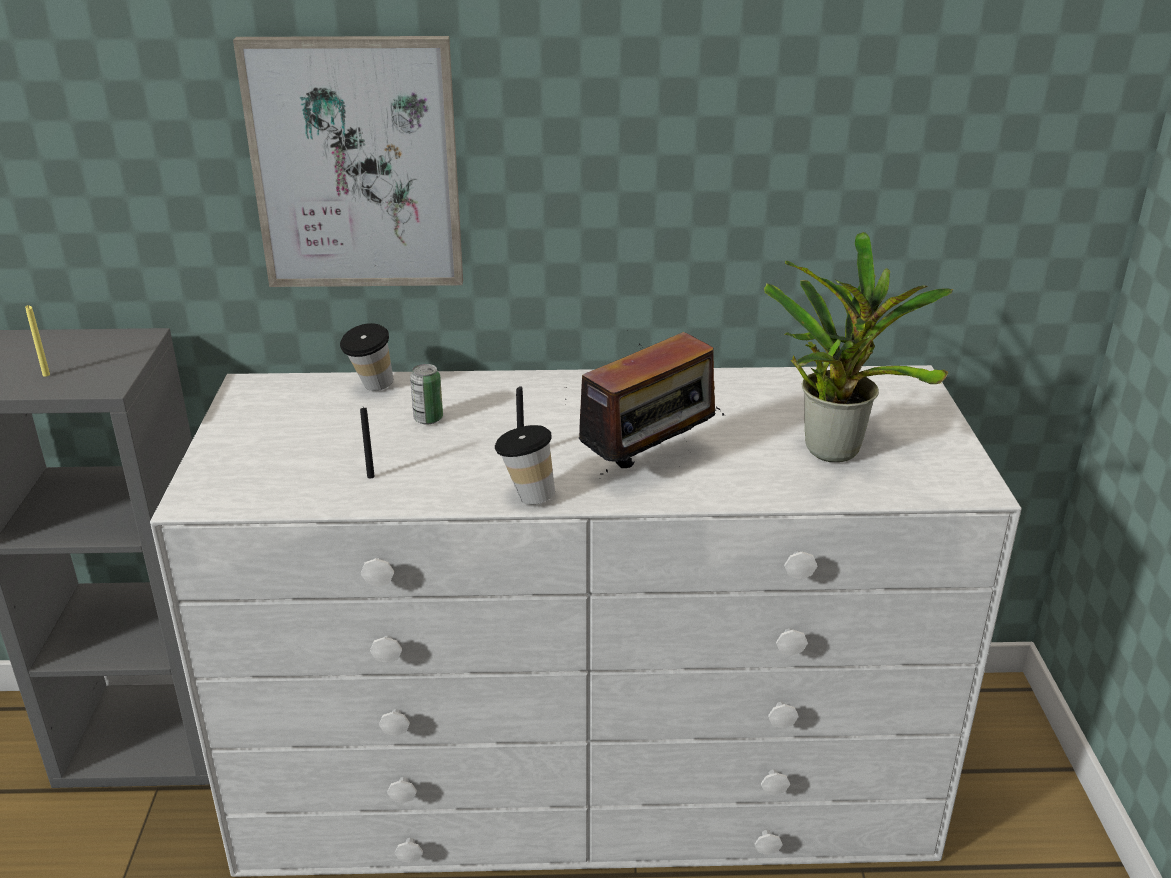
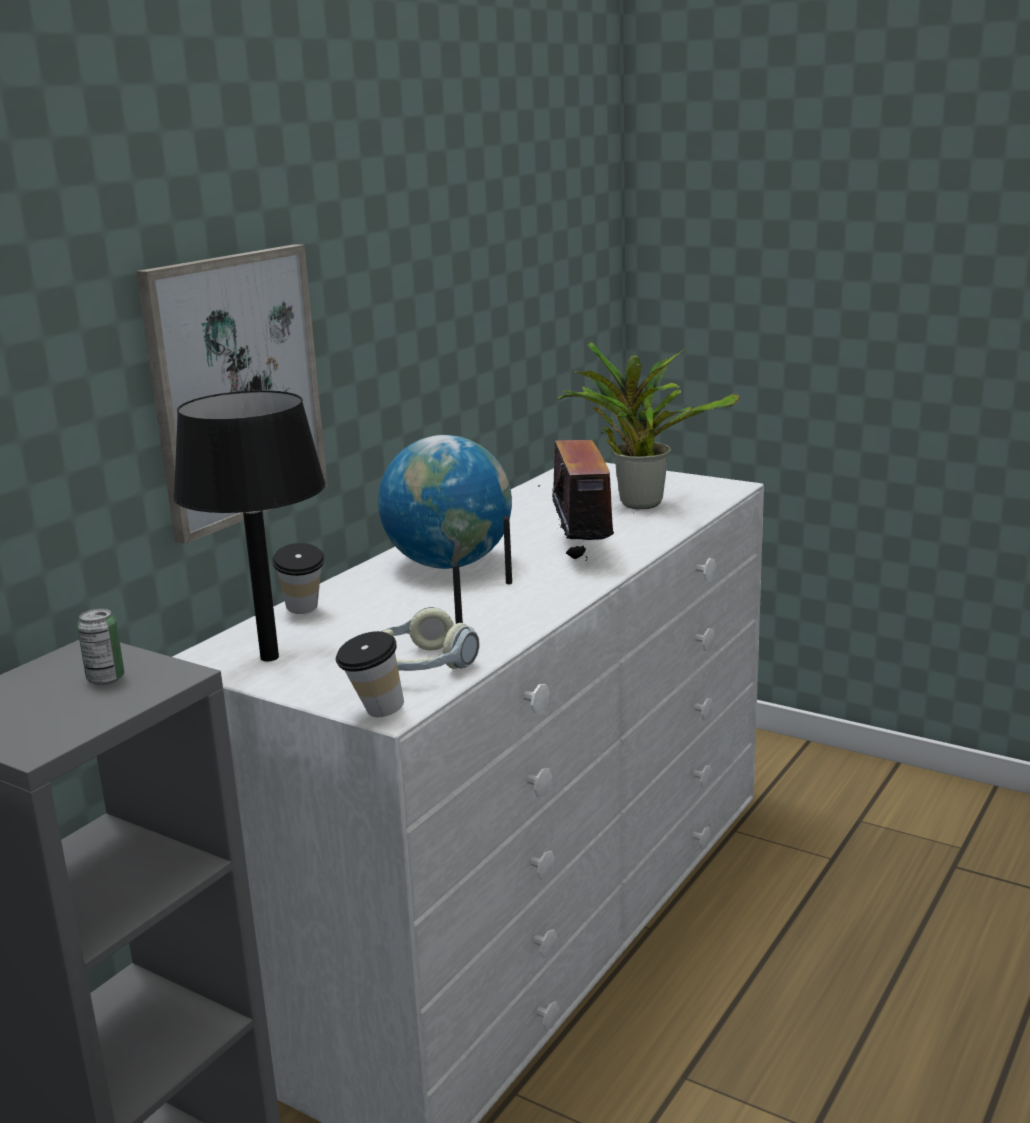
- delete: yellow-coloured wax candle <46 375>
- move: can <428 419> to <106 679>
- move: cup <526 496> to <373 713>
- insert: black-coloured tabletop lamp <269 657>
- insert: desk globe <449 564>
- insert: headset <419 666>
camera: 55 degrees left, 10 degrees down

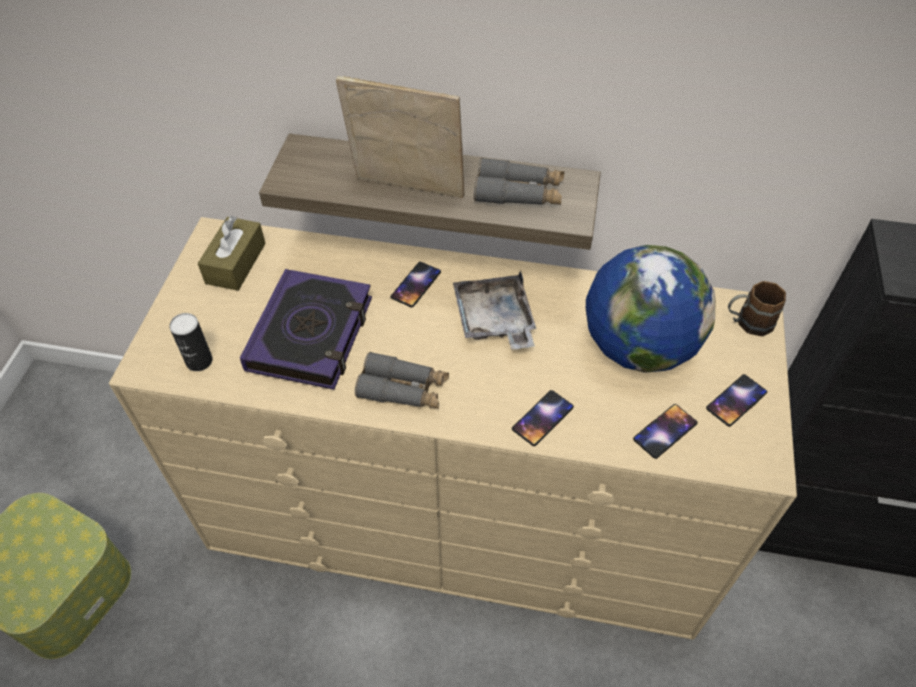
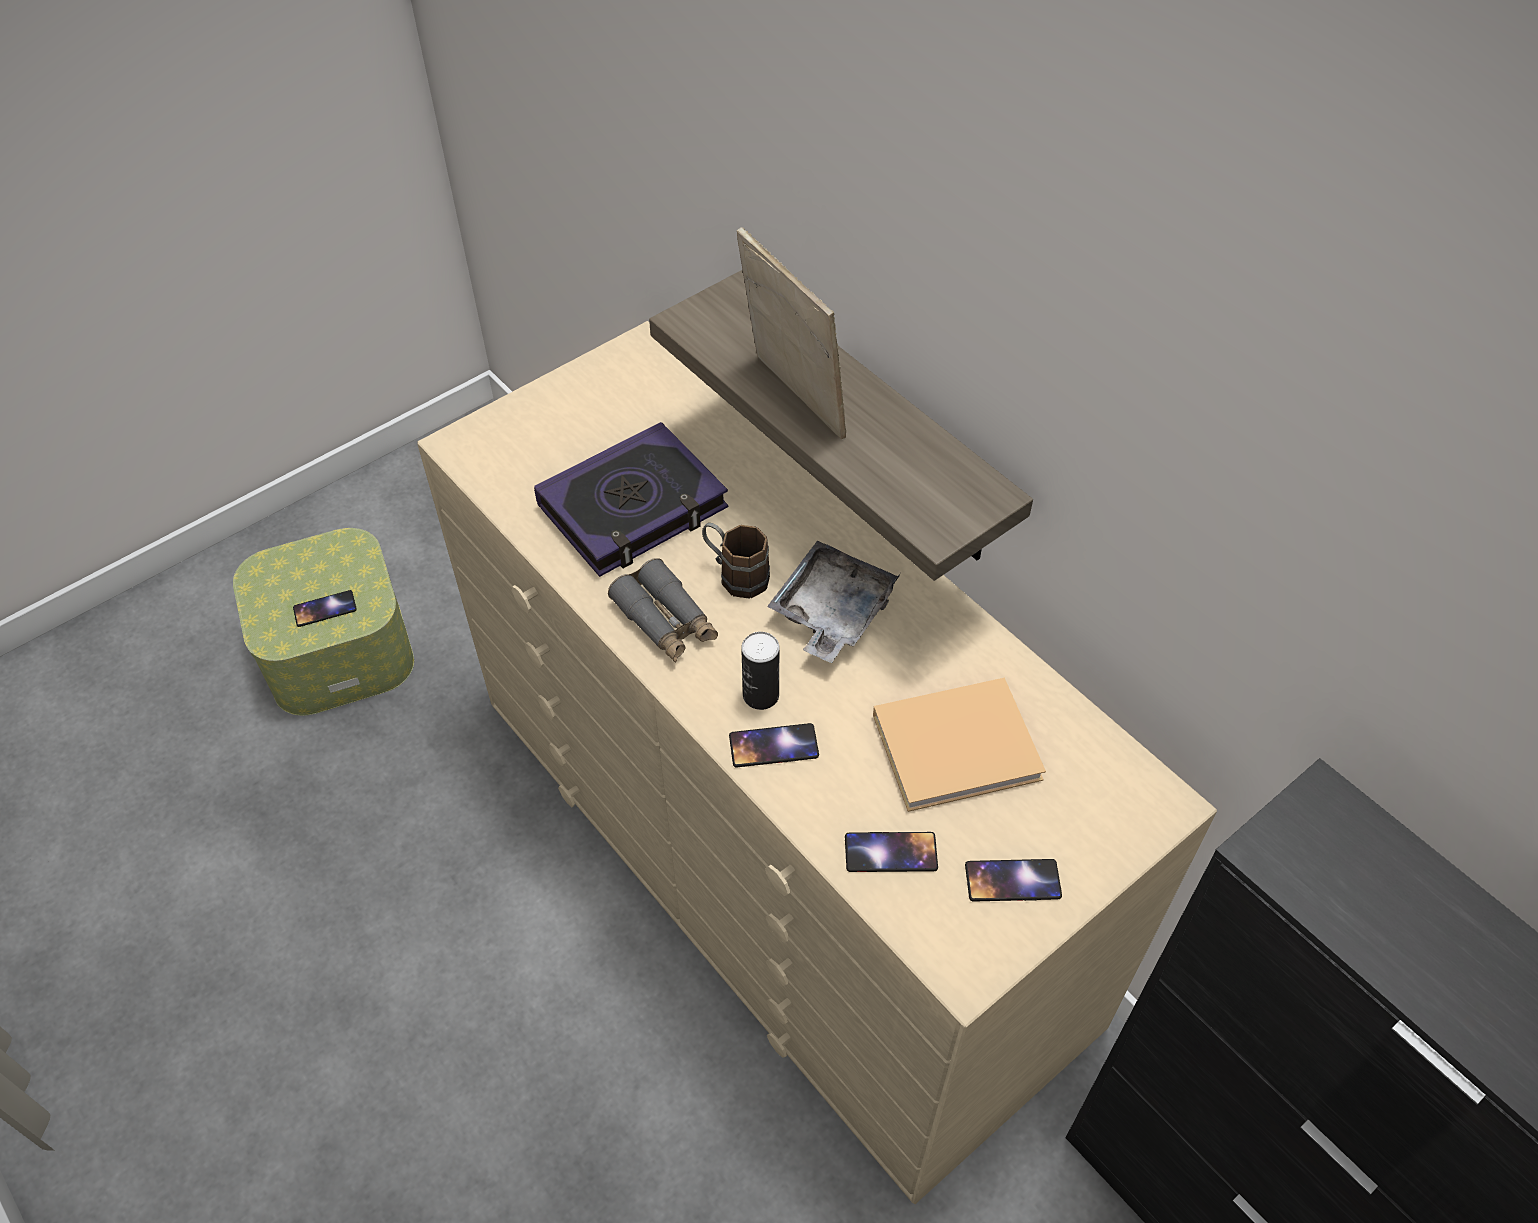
- delete: gray pair of binoculars <519 193>
- delete: brown-coloured tissue box <236 263>
- replace: desk globe <637 347> to beige bound book <961 746>
- move: phone <416 285> to <325 609>
- move: brown-coloured mug <747 323> to <735 574>
- move: can <199 361> to <761 695>
camera: 40 degrees right, 0 degrees up

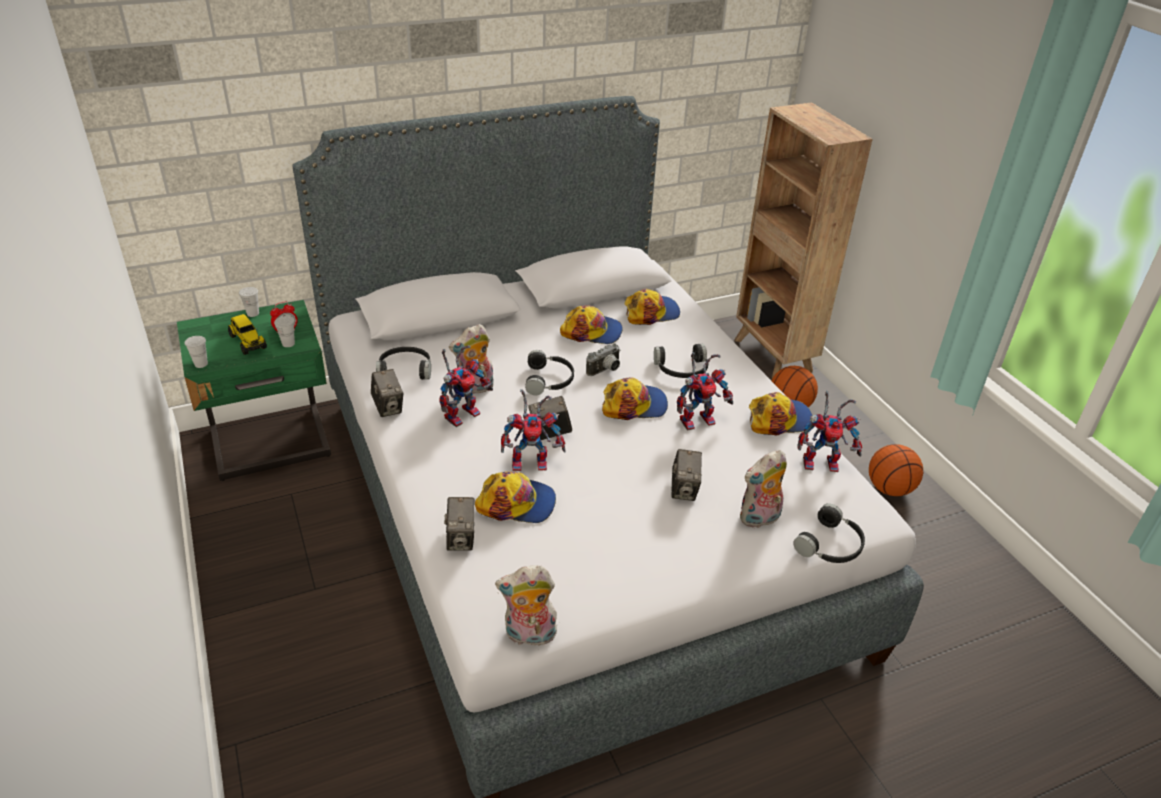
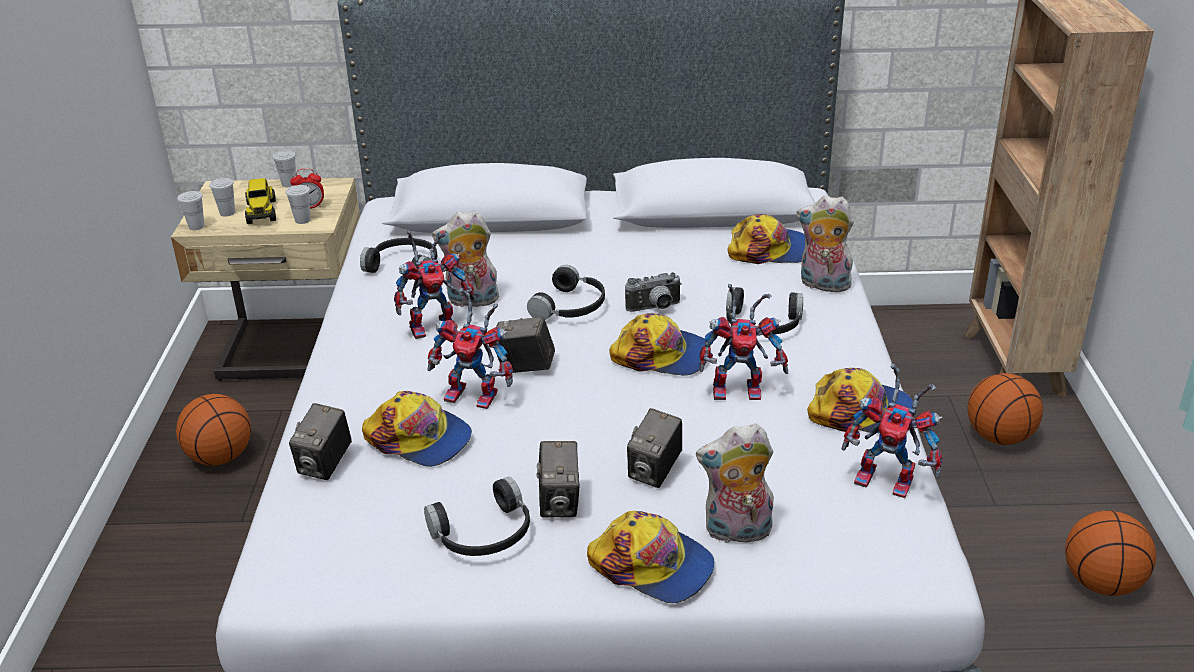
- recolor: green night table <272 445> to beige night table <294 354>
- move: cap <592 332> to <652 566>
- move: photo camera <388 407> to <559 503>
- move: black-coloured headset <831 546> to <484 535>
- move: cuddly toy <529 636> to <822 285>
- insert: white-coloured cup <227 213>
- insert: basketball <221 457>
camera: 25 degrees right, 5 degrees down

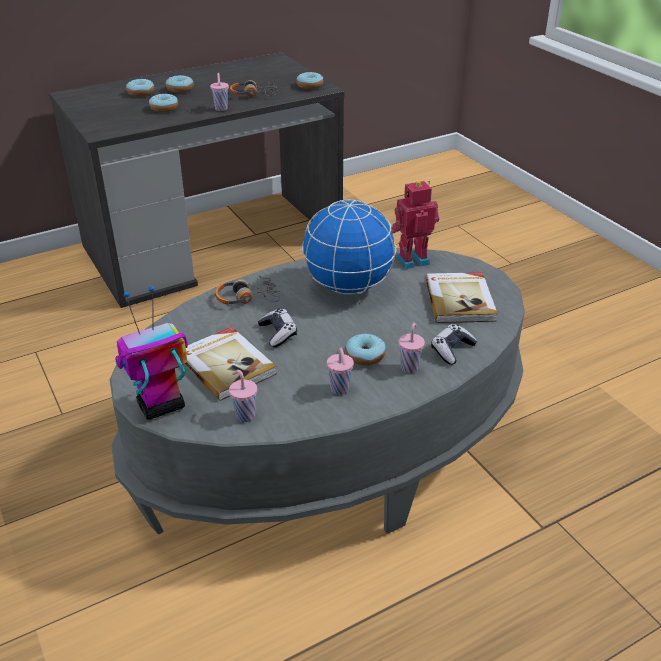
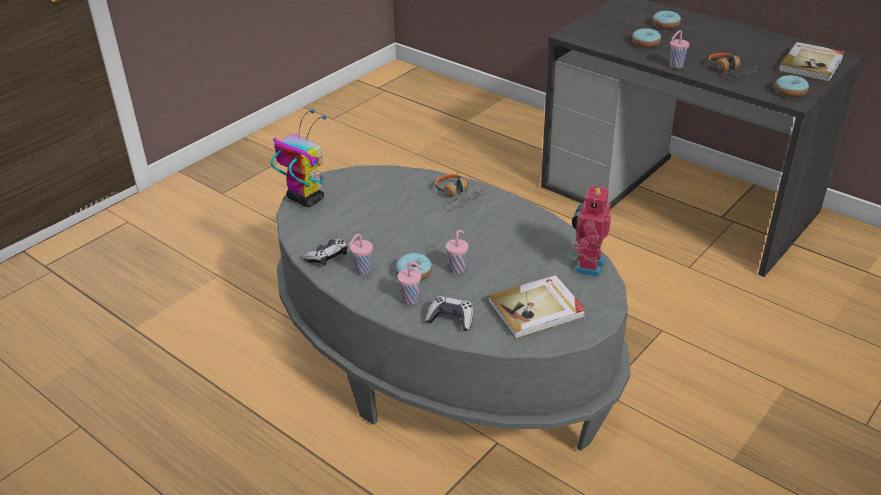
- delete: donut <180 89>
- rotate: robot figure <411 259> = <587 265> 120 degrees counterclockwise
- delete: desk globe <349 287>
- move: joypad <278 333> to <327 257>
- move: bound book <227 365> to <812 64>
- move: pink-coloured cup <244 415> to <457 269>
camera: 70 degrees right, 0 degrees up

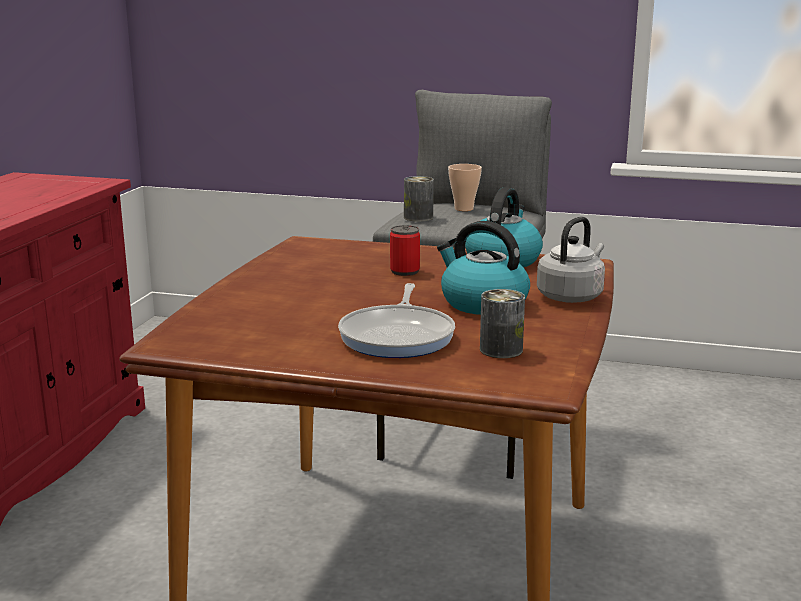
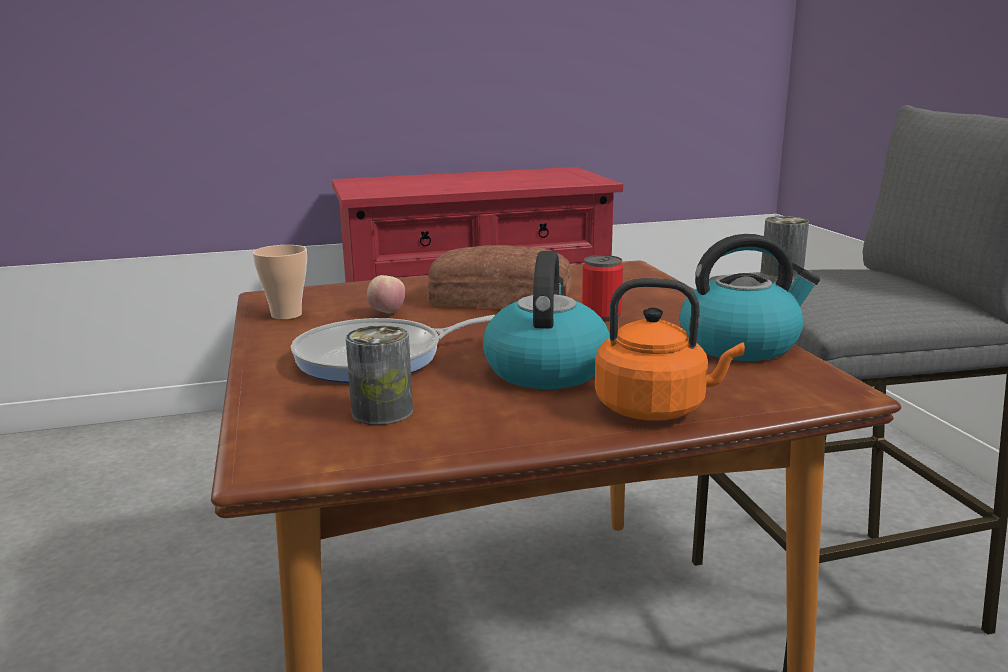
- move: cup <464 209> to <286 315>
- recolor: gray tea kettle <571 296> to orange-coloured tea kettle <656 409>
- insert: baked bread <499 298>
- insert: whole apple <387 313>
camera: 60 degrees right, 0 degrees up

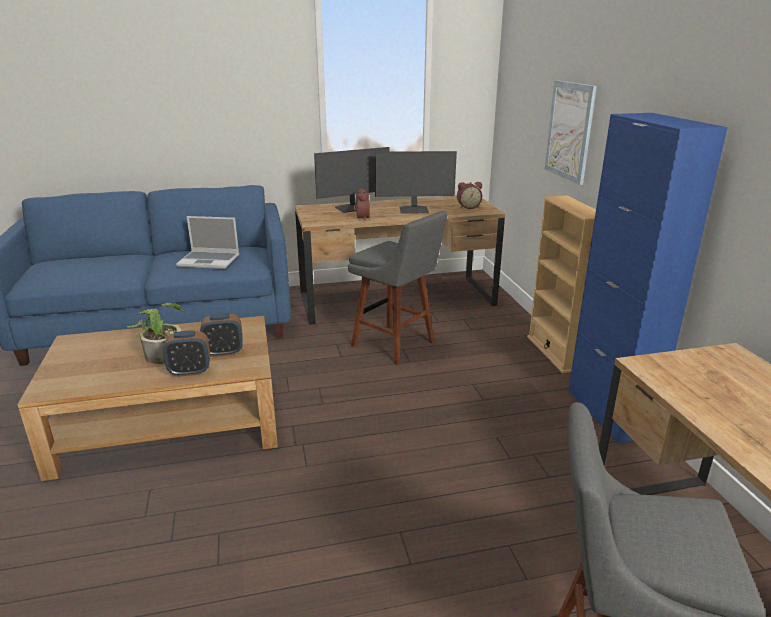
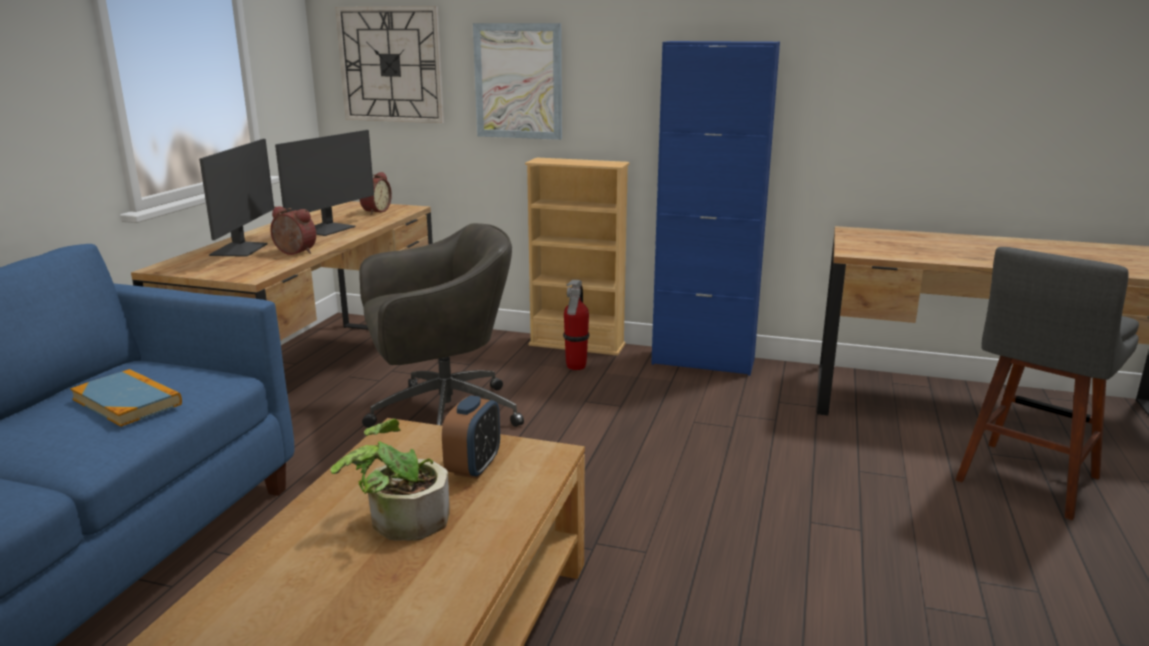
- replace: gray sitting stool <396 345> to gray computer chair <441 415>
- replace: notebook computer <210 261> to bound book <127 402>
- delete: alarm clock <190 371>
- insert: clock on the wall <391 65>
- insert: fire extinguisher <576 367>
camera: 60 degrees left, 5 degrees down

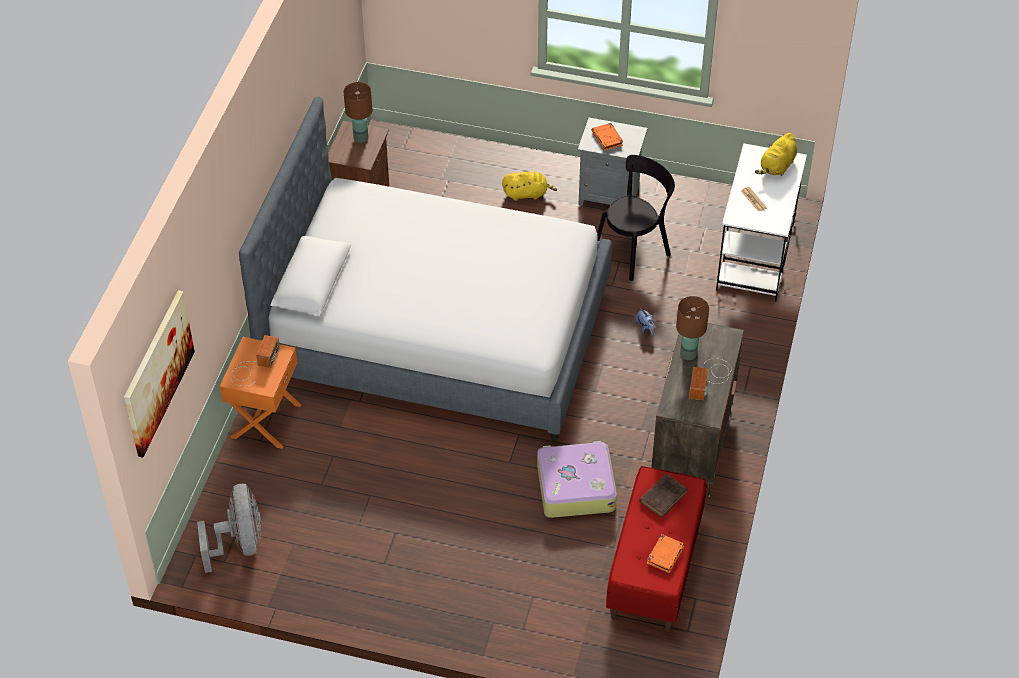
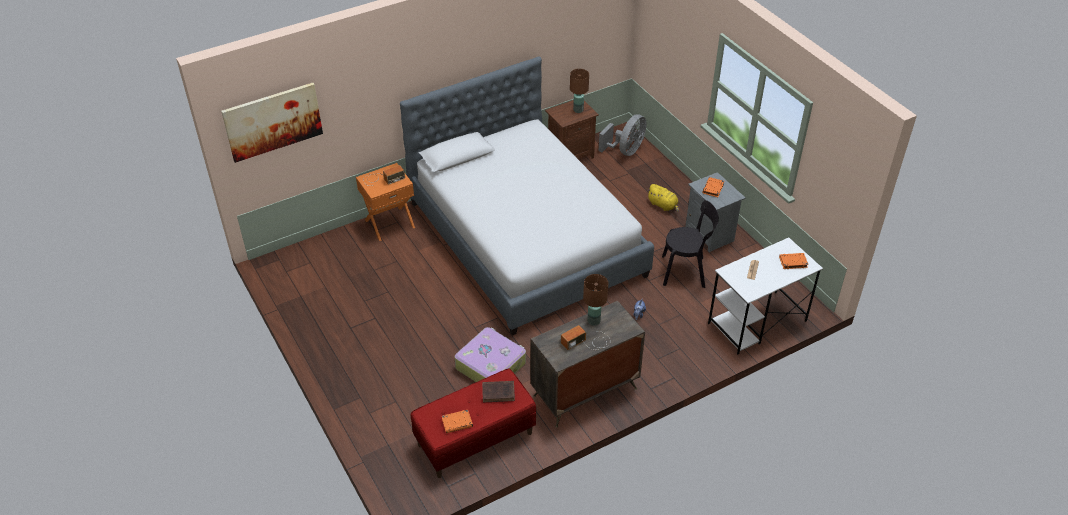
- replace: yellow-coloured cuddly toy <777 167> to orange-coloured bound book <792 262>
- move: gray cooling fan <239 544> to <625 150>
camera: 45 degrees right, 5 degrees down

